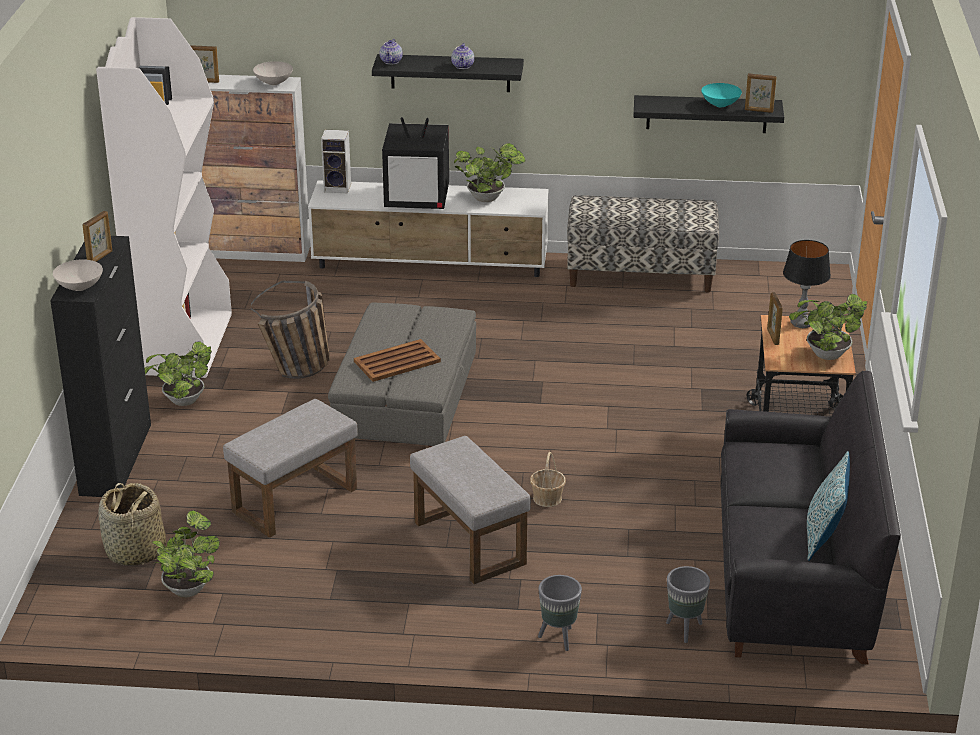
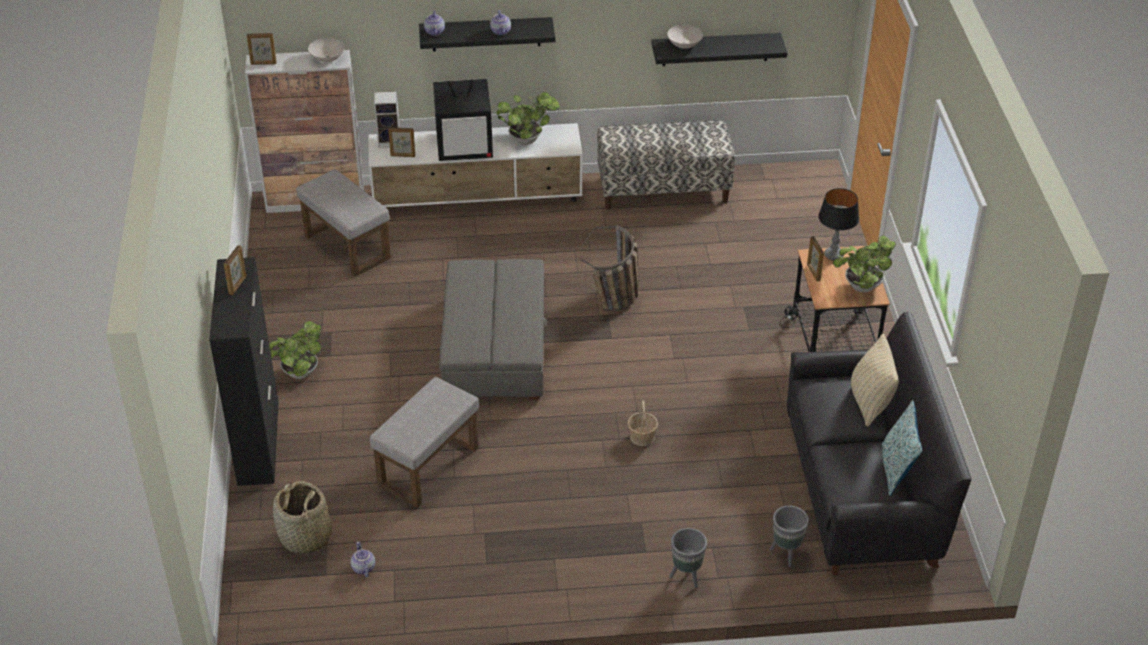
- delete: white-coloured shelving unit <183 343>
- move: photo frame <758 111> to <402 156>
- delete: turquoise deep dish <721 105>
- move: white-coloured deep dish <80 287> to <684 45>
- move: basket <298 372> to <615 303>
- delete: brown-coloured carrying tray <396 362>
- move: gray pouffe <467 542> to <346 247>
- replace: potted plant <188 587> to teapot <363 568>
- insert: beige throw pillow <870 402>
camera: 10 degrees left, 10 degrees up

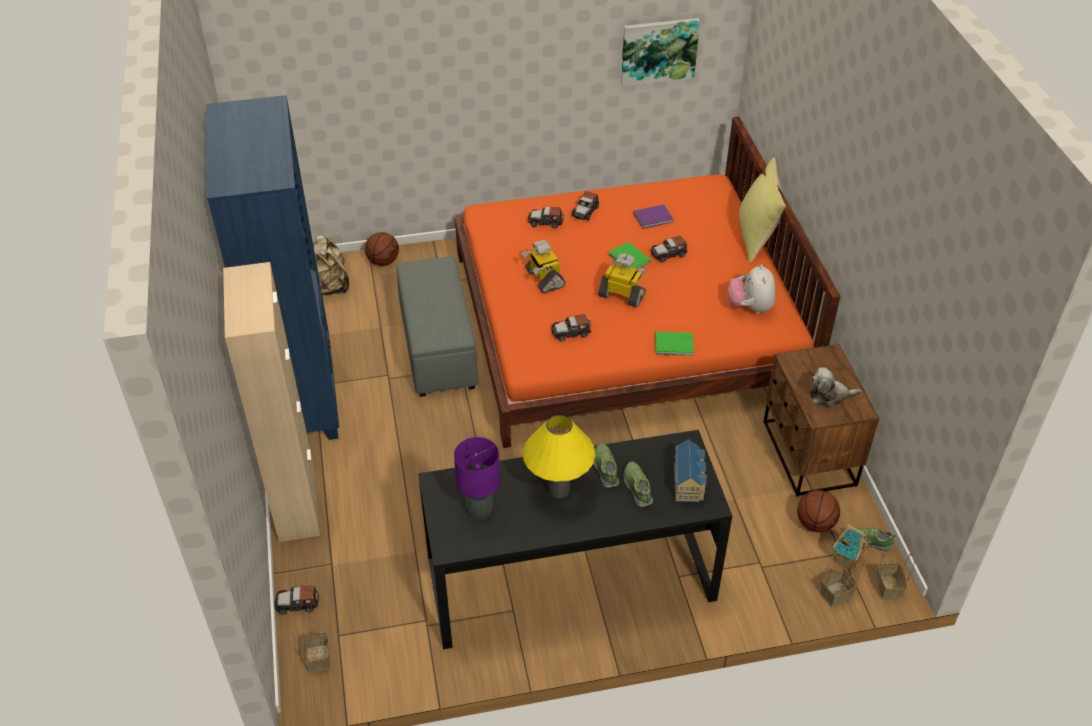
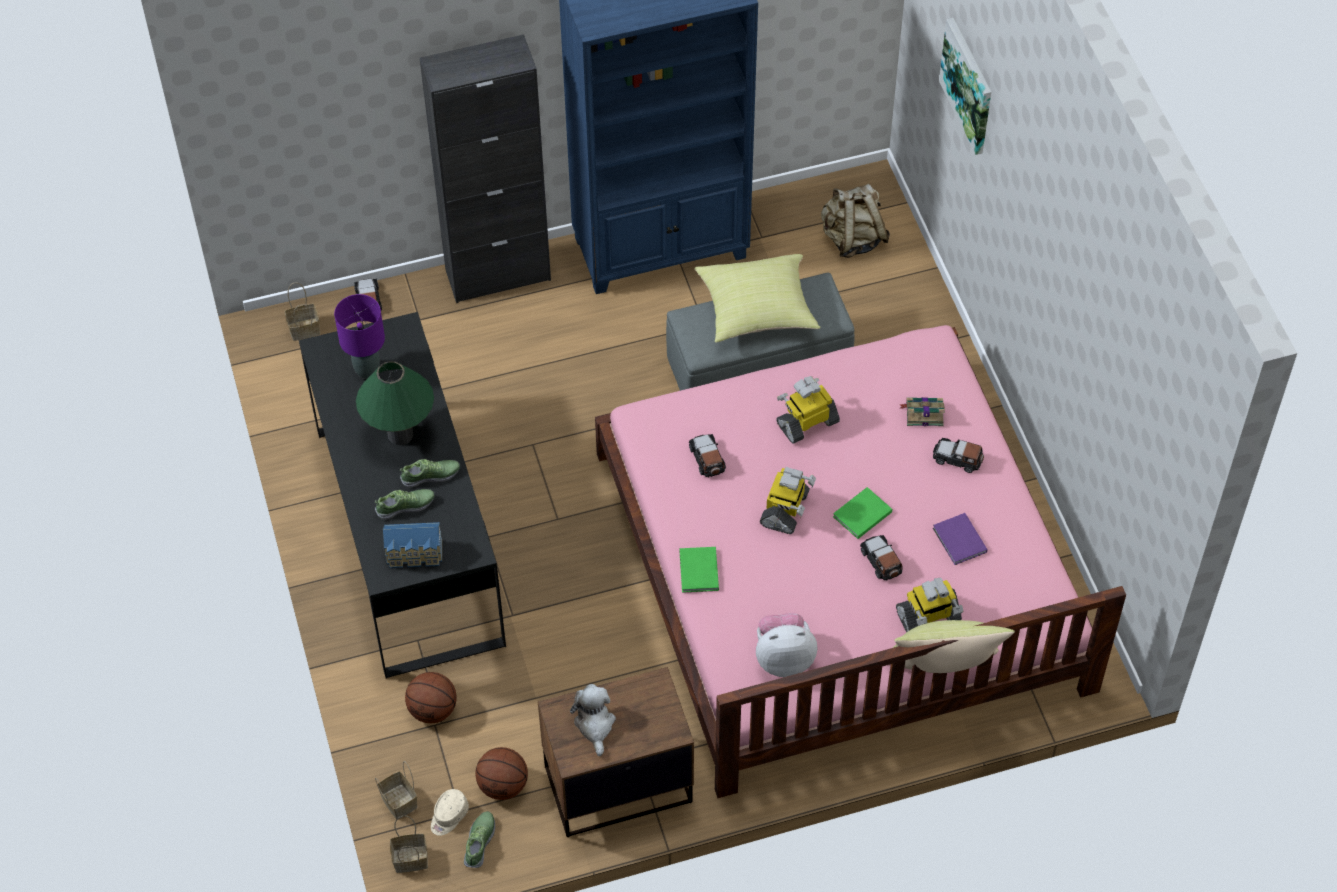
- move: picture <658 50> to <968 85>
- recolor: orange-coloured bedroom bed <626 321> to pink-coloured bedroom bed <840 570>
- replace: miniature car <545 222> to bound book <923 413>
- move: basketball <383 261> to <433 710>
- recolor: beige cabinet <297 503> to black-coloured cabinet <498 275>
- recolor: yellow-coloured tabletop lamp <558 489> to green tabletop lamp <400 434>
- replace: model house <846 560> to beige cap <448 816>
- insert: yellow-coloured throw pillow <756 311>
- insert: robot figure <928 617>
camera: 85 degrees right, 10 degrees up

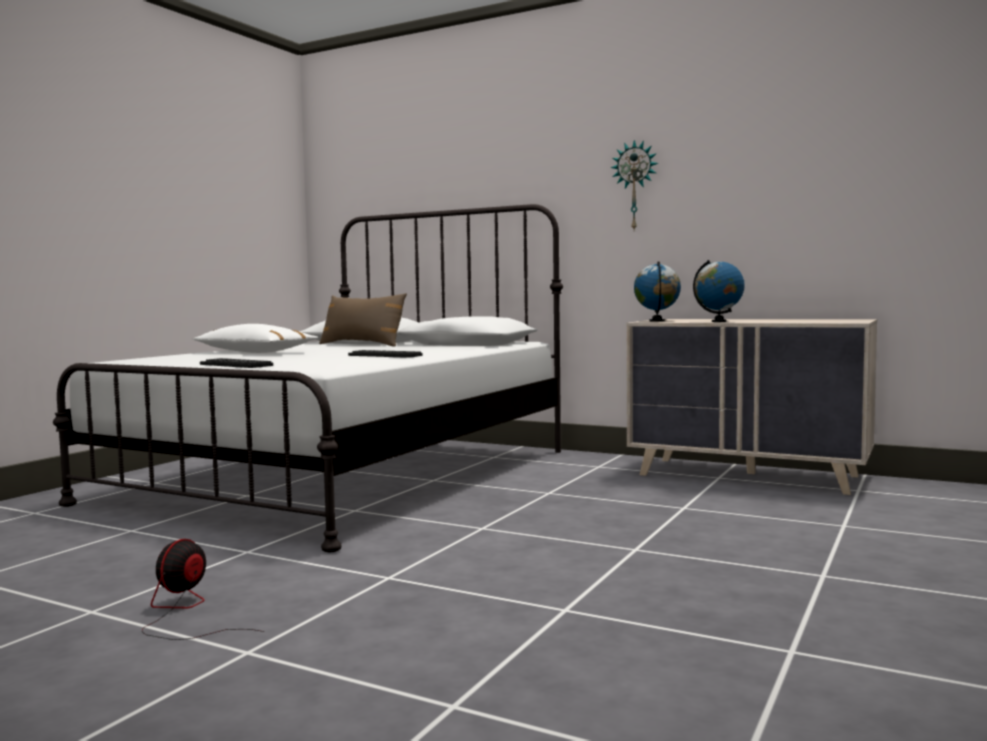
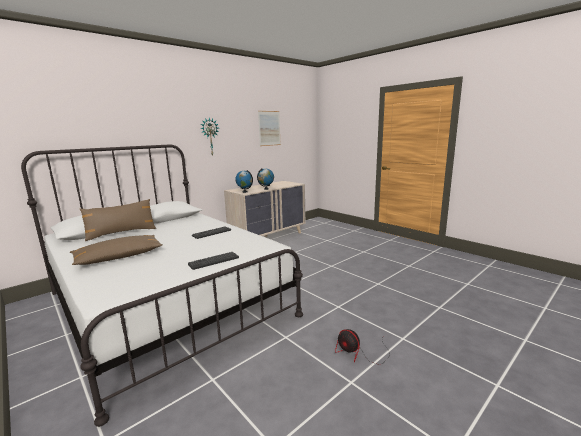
- recolor: white-coloured throw pillow <255 352> to brown-coloured throw pillow <119 257>
- insert: picture <269 128>
camera: 70 degrees left, 10 degrees up

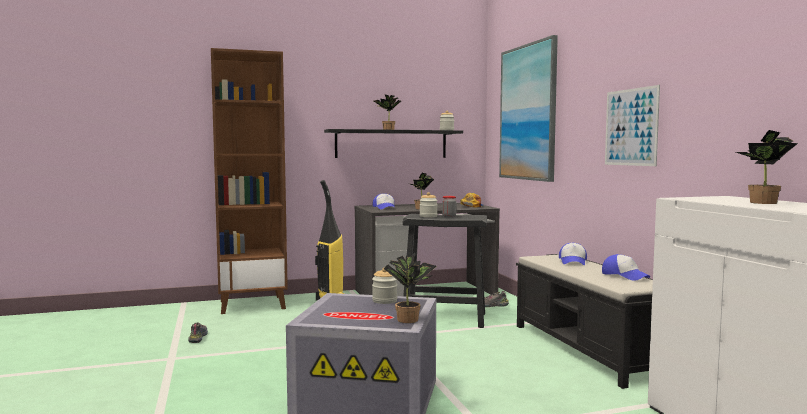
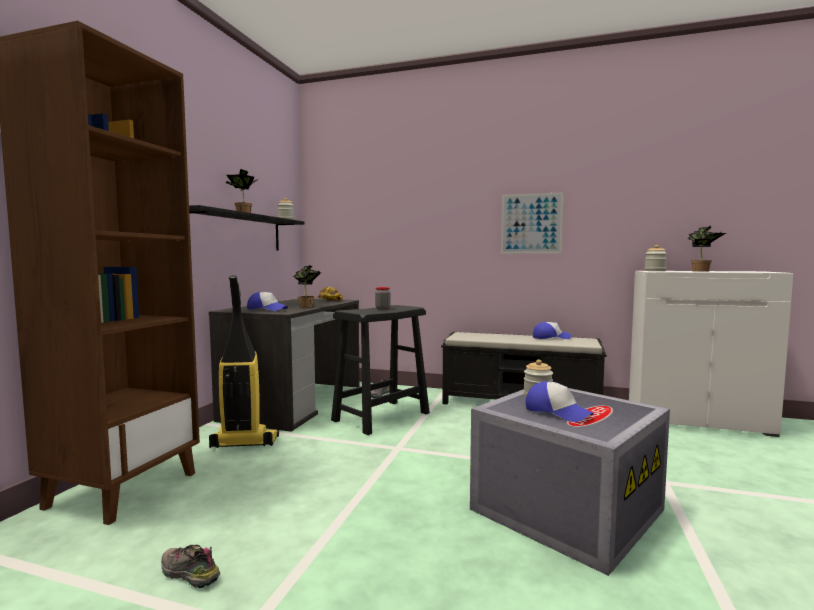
- delete: picture <528 112>
- move: jar <428 216> to <655 271>
- move: cap <573 261> to <557 412>
- delete: potted plant <409 319>
camera: 55 degrees left, 0 degrees up

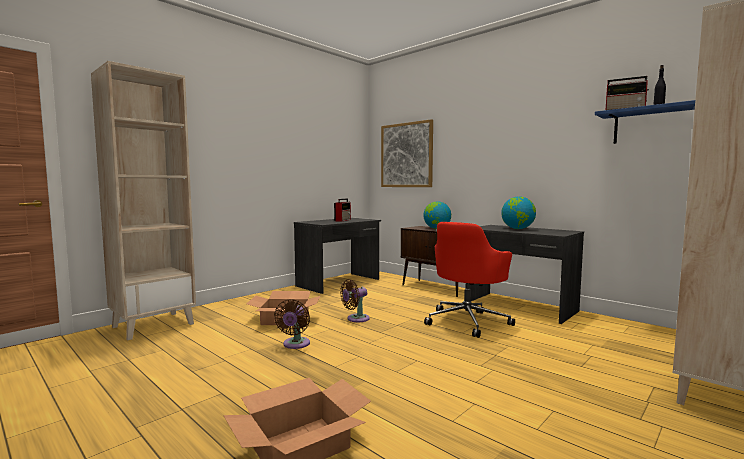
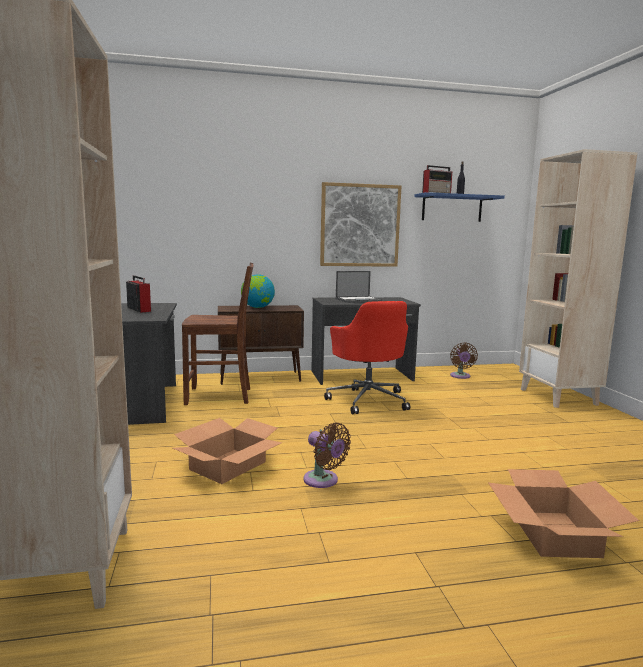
- move: picture <406 155> to <360 225>
- replace: desk globe <518 229> to notebook computer <358 300>
- move: brown-coloured cooling fan <356 319> to <460 376>
- insert: brown-coloured plain chair <220 396>
camera: 55 degrees left, 5 degrees up

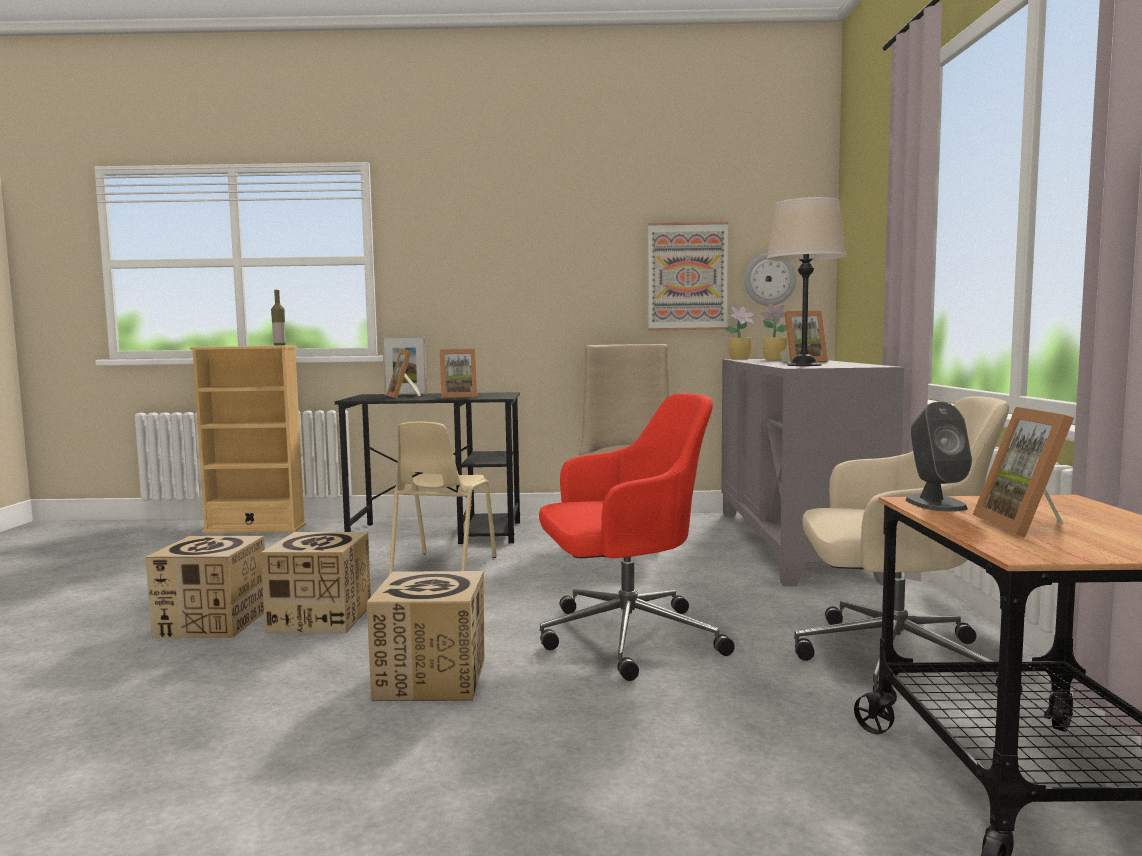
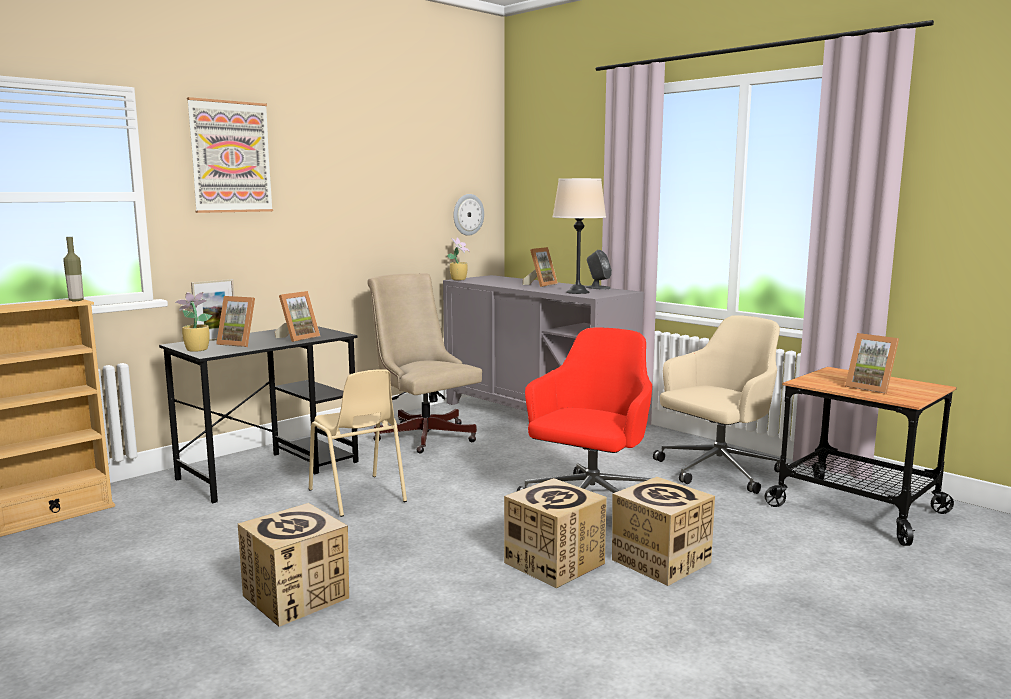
- move: picture <687 276> to <230 157>
- move: potted plant <773 360> to <196 350>
- move: gray speaker <935 503> to <597 288>
- move: cardboard box <320 618> to <660 561>
camera: 45 degrees left, 5 degrees up

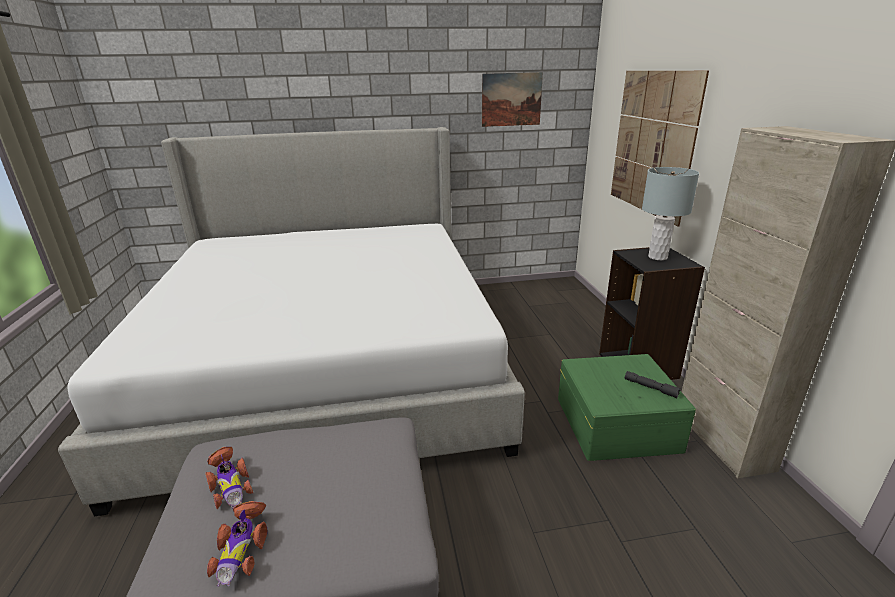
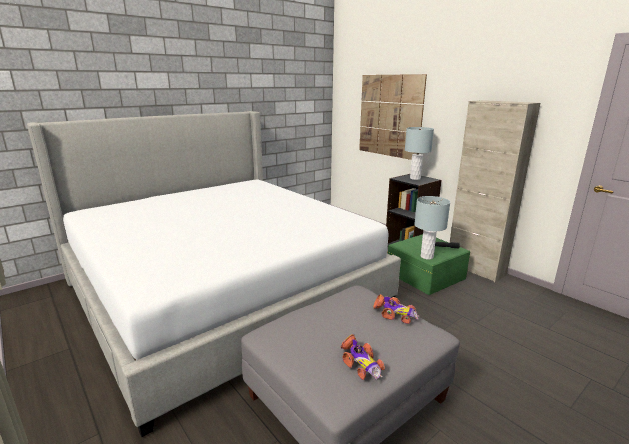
- delete: picture <511 99>
- move: miniature car <230 485> to <395 314>
- insert: gray tabletop lamp <427 256>
camera: 30 degrees left, 5 degrees down

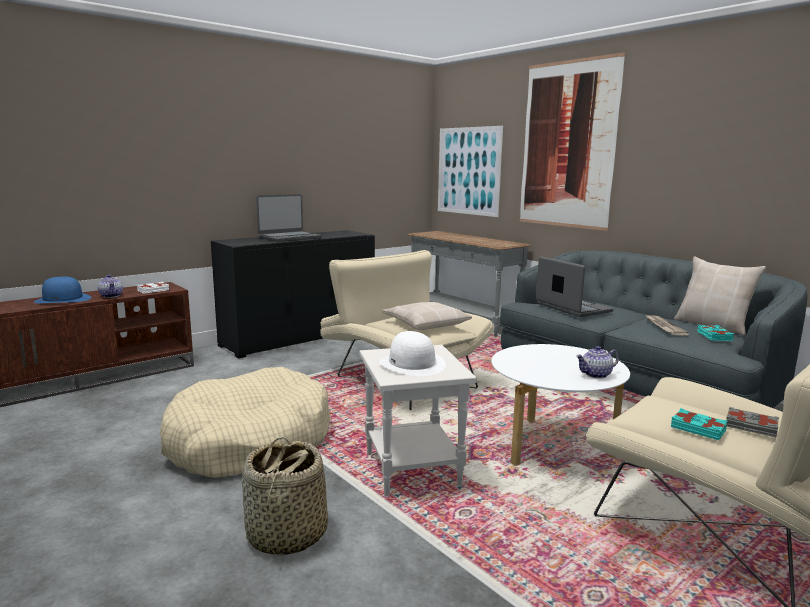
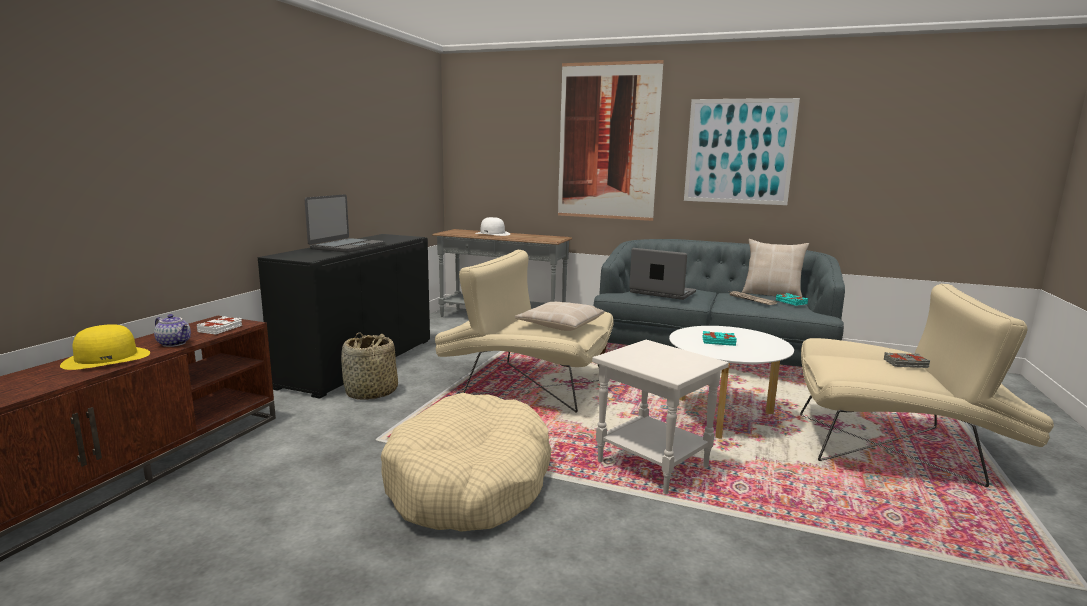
- move: picture <468 171> to <739 151>
- recolor: blue wearable hat <63 299> to yellow-coloured wearable hat <107 358>
- move: white-coloured wearable hat <412 364> to <492 234>
- delete: teapot <596 375>
- move: turquoise bound book <698 428> to <718 341>
- move: basket <286 535> to <371 393>
camera: 30 degrees left, 0 degrees up

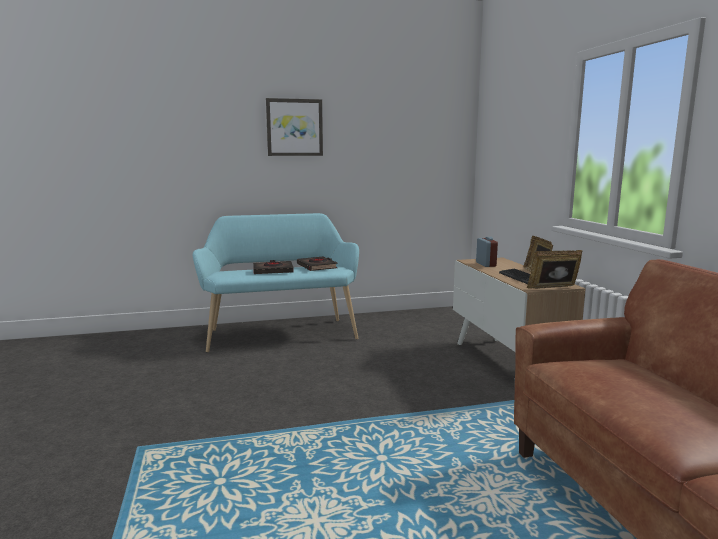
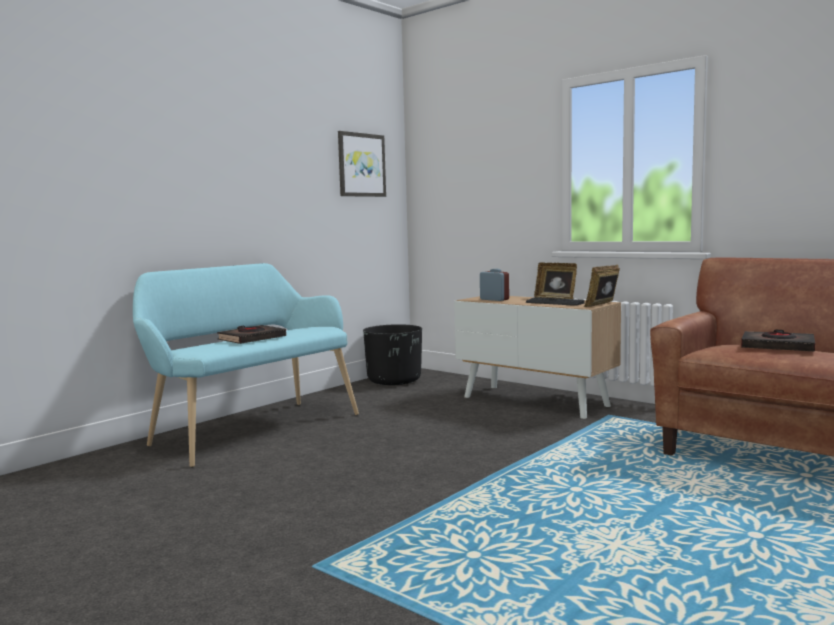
- move: picture <294 127> to <361 165>
- move: black-coloured bound book <317 267> to <777 347>
- insert: black-coloured plant pot <394 380>
camera: 35 degrees left, 5 degrees down

